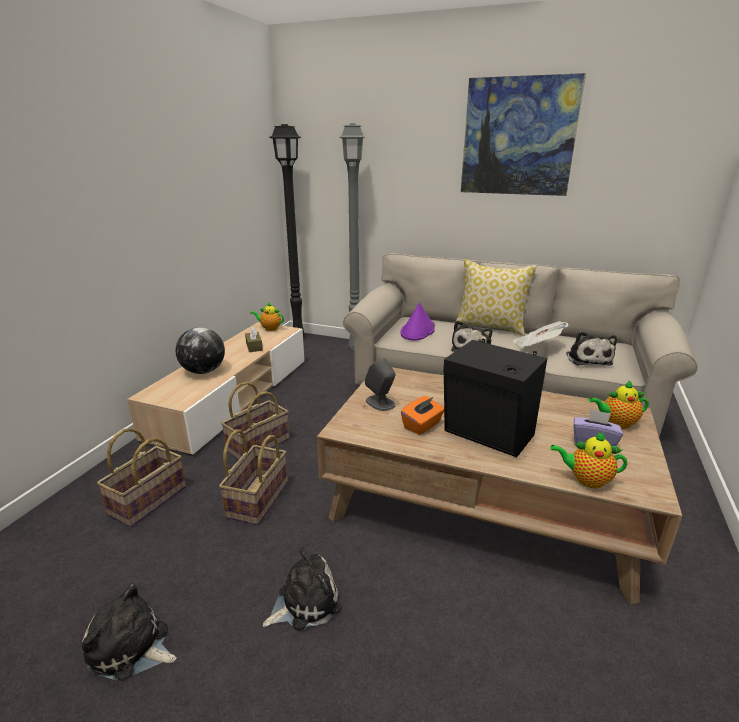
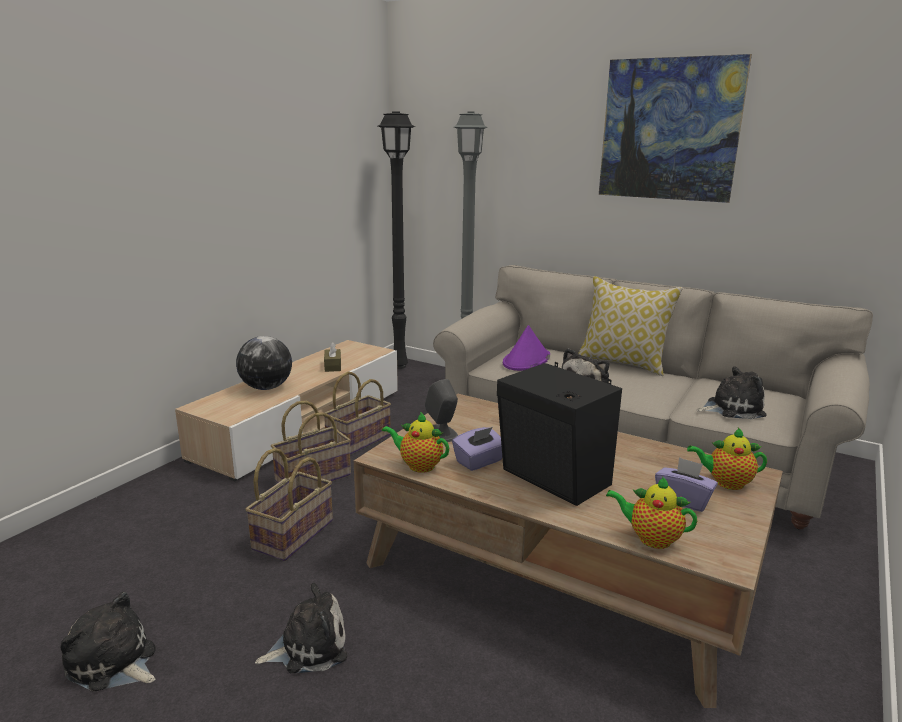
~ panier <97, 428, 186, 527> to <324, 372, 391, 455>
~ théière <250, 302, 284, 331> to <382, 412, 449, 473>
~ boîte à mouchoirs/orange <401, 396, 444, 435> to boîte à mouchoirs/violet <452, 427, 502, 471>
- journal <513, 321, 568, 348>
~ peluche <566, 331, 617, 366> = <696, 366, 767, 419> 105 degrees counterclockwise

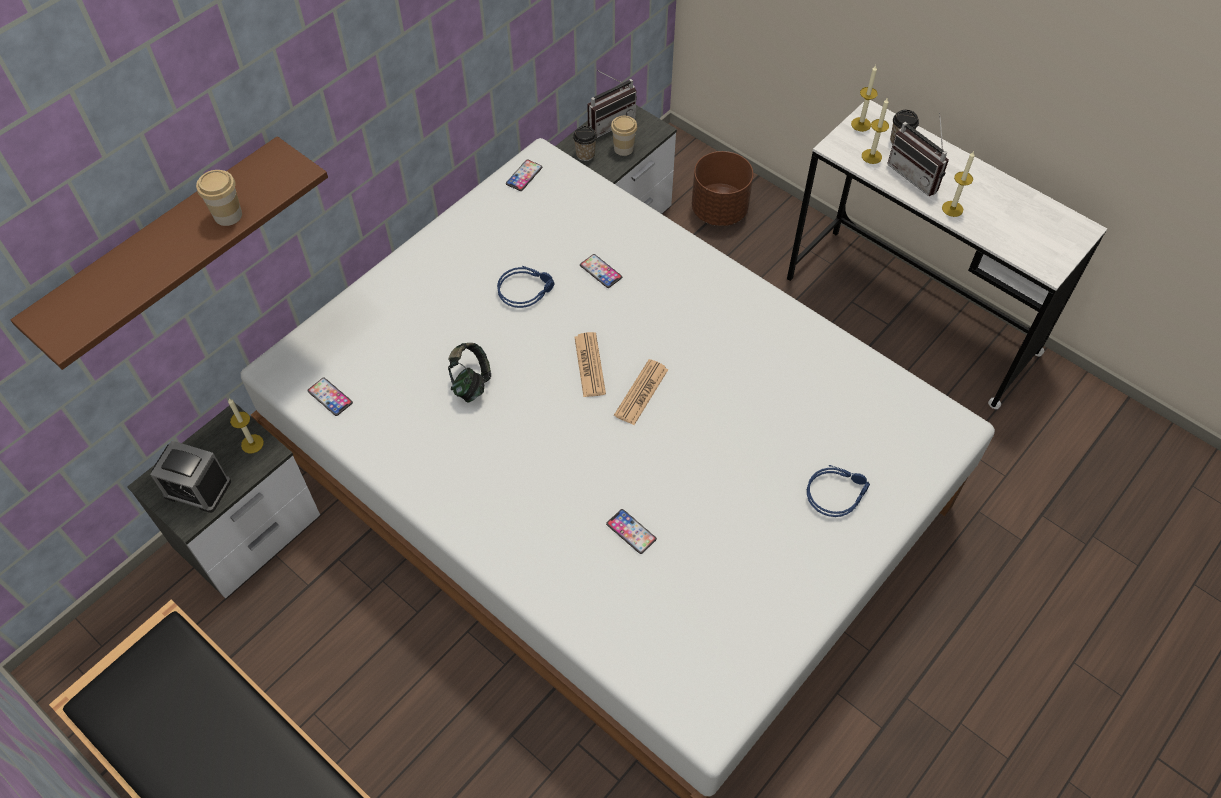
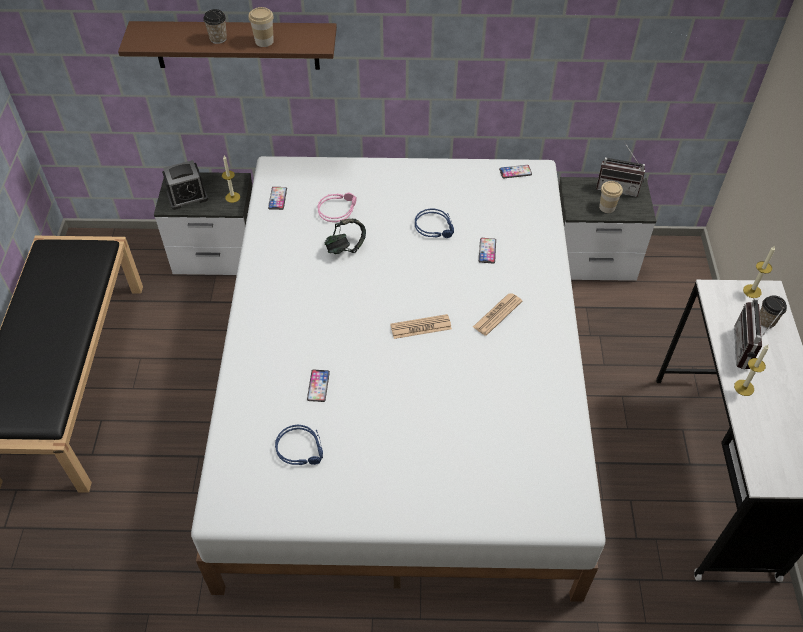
~ réveil <150, 441, 231, 513> = <162, 160, 208, 210> 90 degrees counterclockwise
~ tasse <573, 126, 597, 161> to <203, 9, 227, 44>
~ journal <574, 332, 606, 397> to <473, 293, 522, 336>
- cache-pot/marron <692, 151, 753, 226>
~ casque audio/bleu <807, 465, 870, 517> to <275, 425, 323, 465>
- bougie <862, 97, 889, 164>
+ casque audio/rose <318, 193, 357, 222>

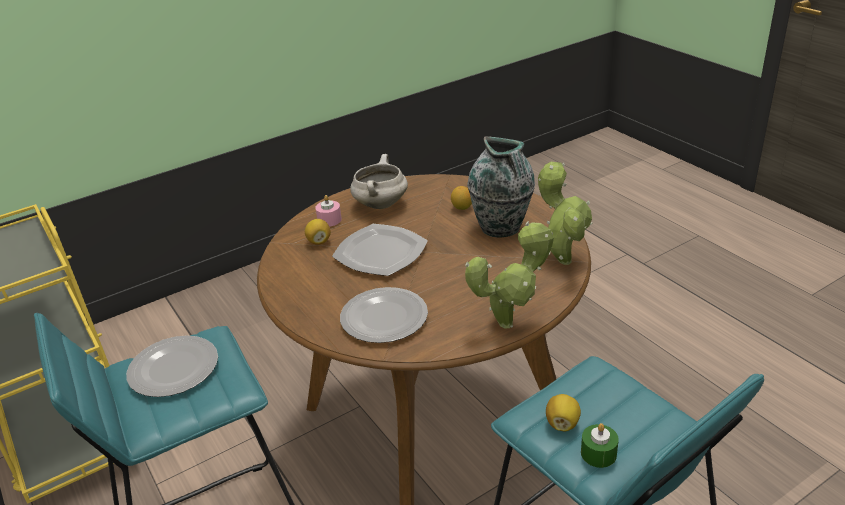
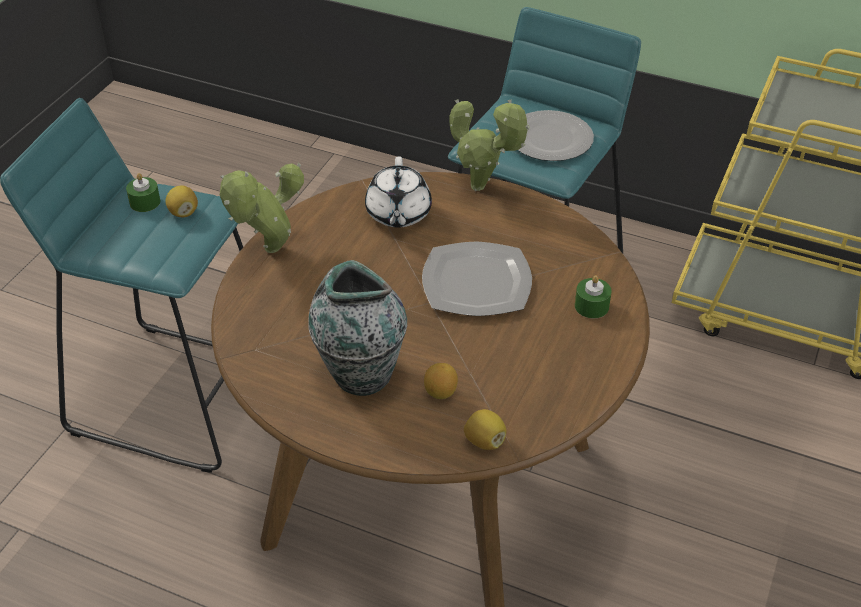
~ citron <305, 219, 331, 245> to <464, 409, 506, 450>
~ bougie/rose <315, 195, 342, 227> to bougie/vert <575, 275, 612, 318>
~ assiette <340, 287, 428, 343> to théière/blanc <365, 156, 432, 227>
- marmite/blanc <350, 154, 408, 209>
~ plante en pot <538, 162, 592, 265> to <450, 99, 530, 191>

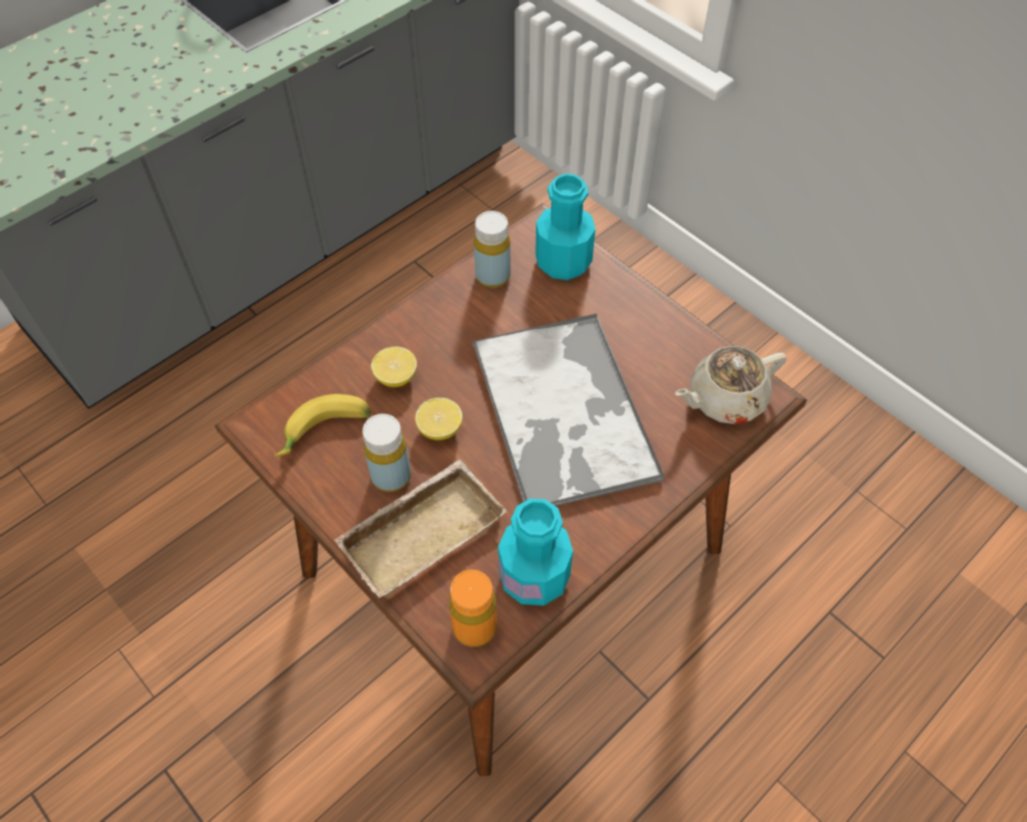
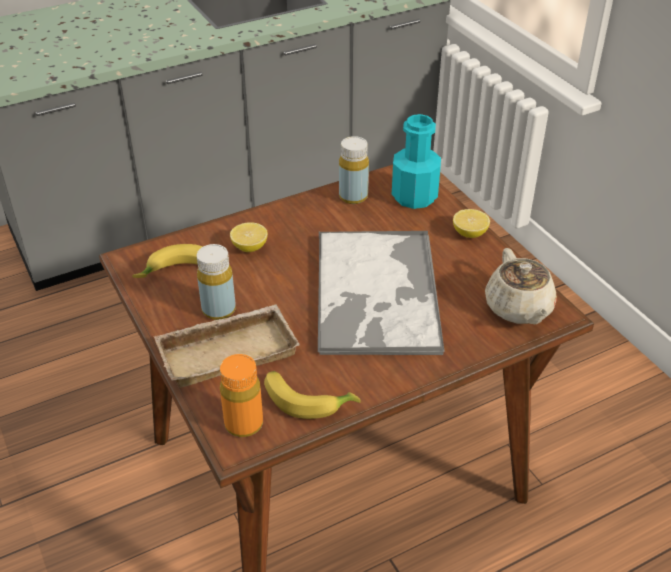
~ citron <415, 398, 462, 440> to <453, 209, 490, 238>
~ bouteille/turquoise <498, 499, 573, 606> to banane <264, 371, 361, 419>
~ théière/beige <675, 346, 787, 424> = <485, 248, 557, 324> 90 degrees counterclockwise

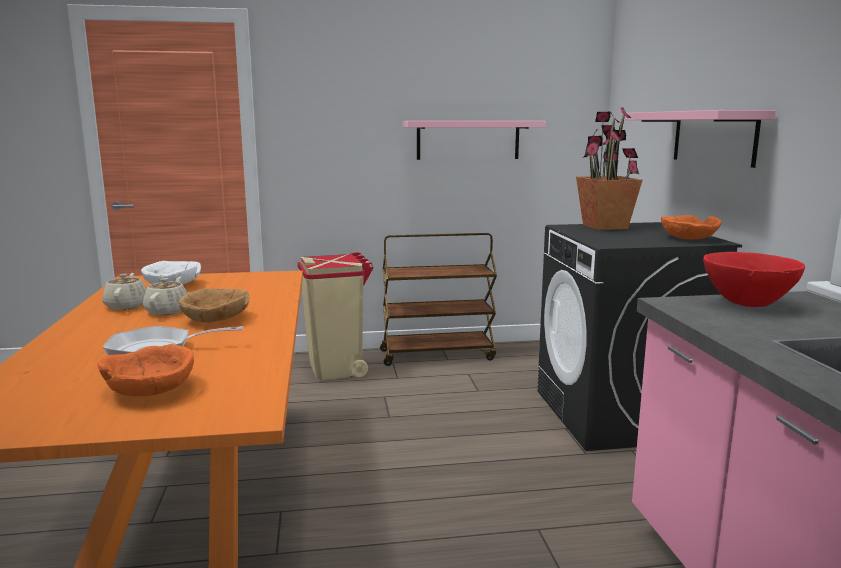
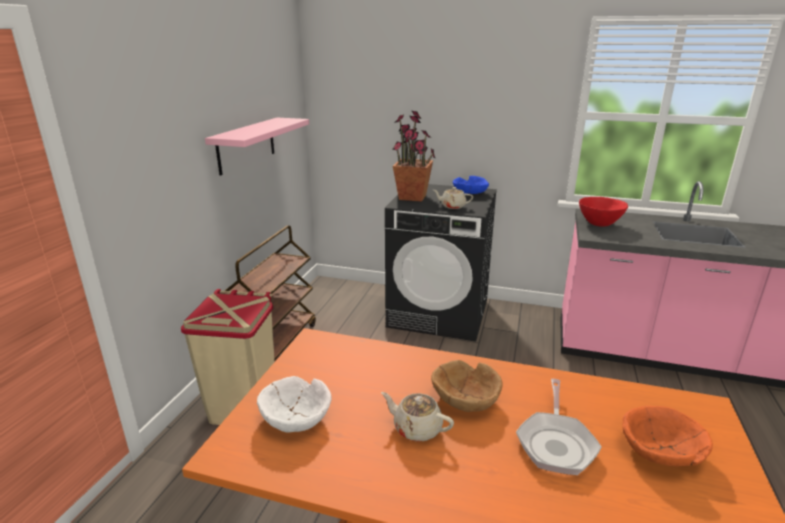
~ théière/beige <102, 273, 147, 310> to <433, 187, 473, 209>
- étagère/rose <625, 110, 776, 168>
~ bol/orange <661, 215, 722, 239> to bol/bleu <453, 176, 489, 194>

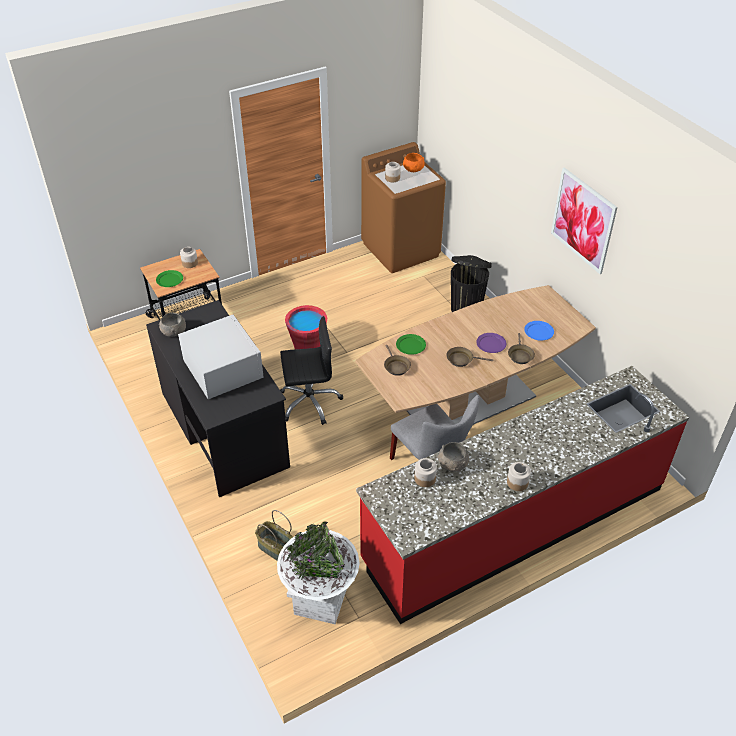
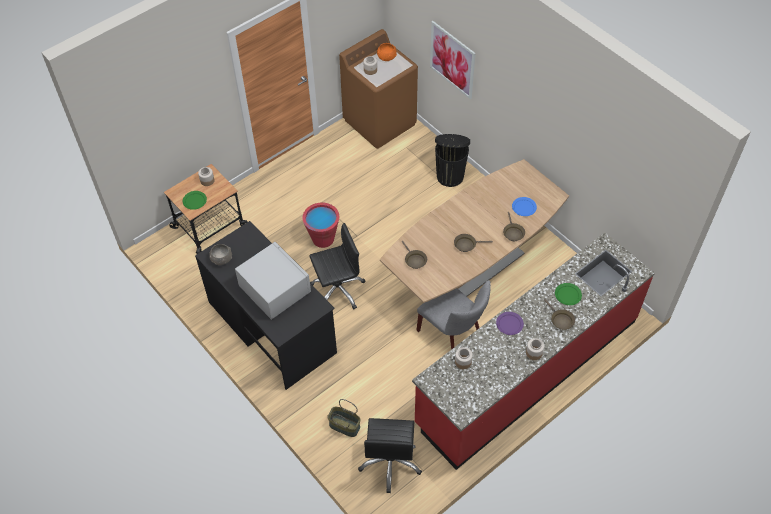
~ cache-pot/blanc <277, 521, 359, 624> to chaise de bureau/noir <358, 418, 422, 493>
~ assiette/vert <396, 334, 426, 355> to <555, 283, 582, 305>
- bol/gris <437, 442, 470, 472>
~ assiette/violet <476, 333, 506, 353> to <496, 312, 524, 335>
~ tableau <551, 167, 617, 274> to <430, 21, 476, 99>
+ poêle/marron <544, 299, 575, 330>

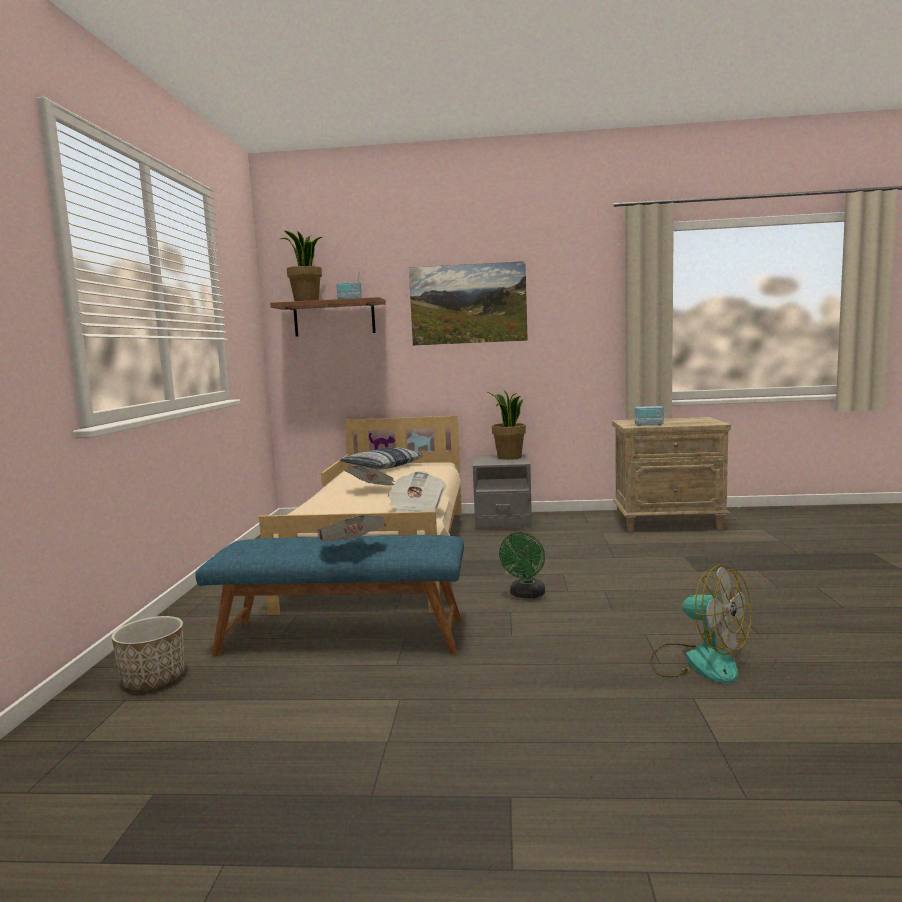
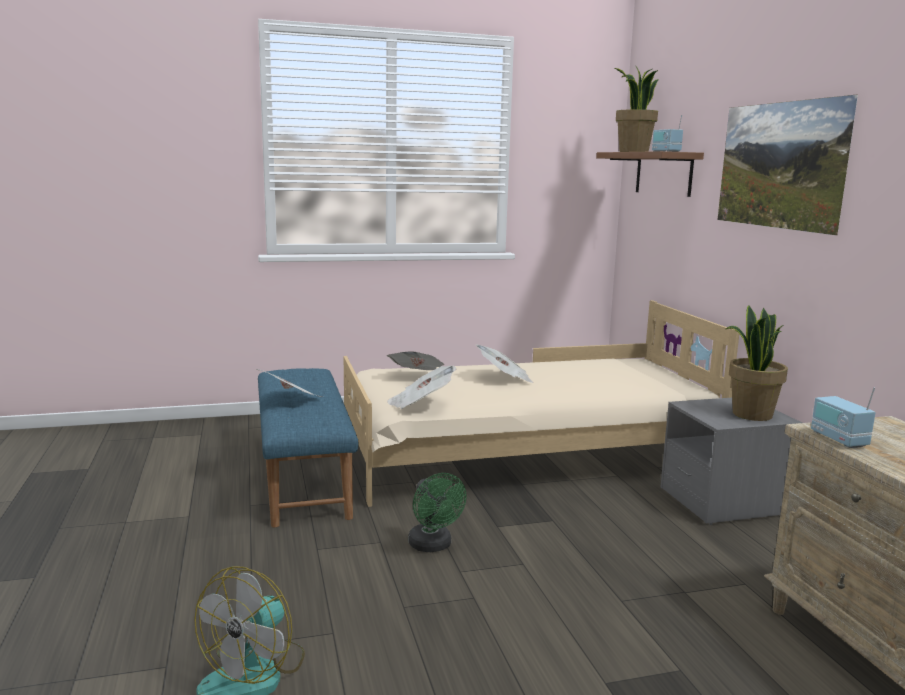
- cache-pot <111, 616, 185, 690>
- coussin <340, 447, 422, 470>
~ ventilateur/vert <499, 532, 545, 598> = <409, 473, 467, 552> 120 degrees counterclockwise
+ journal <387, 352, 444, 370>

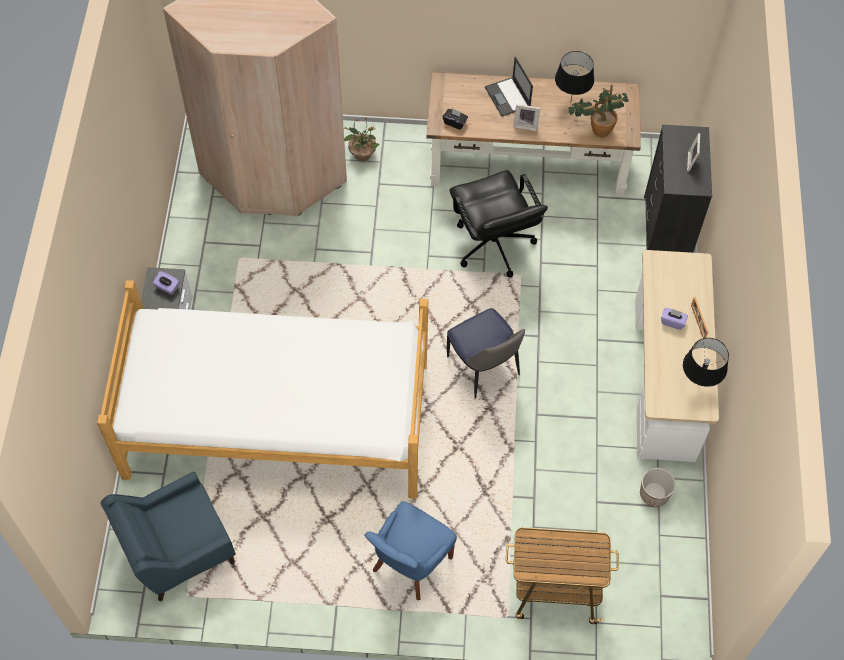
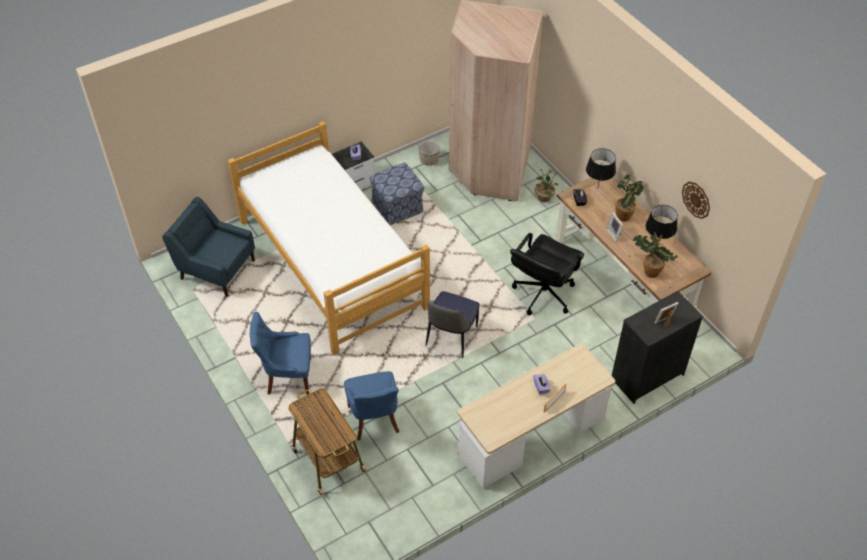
~ ordinateur portable <485, 56, 533, 117> to plante en pot <615, 174, 644, 221>
~ cache-pot <640, 468, 676, 507> to <419, 141, 440, 165>
~ lampe de table/noir <683, 338, 729, 387> to <586, 148, 616, 186>
+ chaise/bleu <344, 371, 399, 441>
+ pouf <369, 163, 424, 225>
+ horloge murale <682, 182, 710, 219>

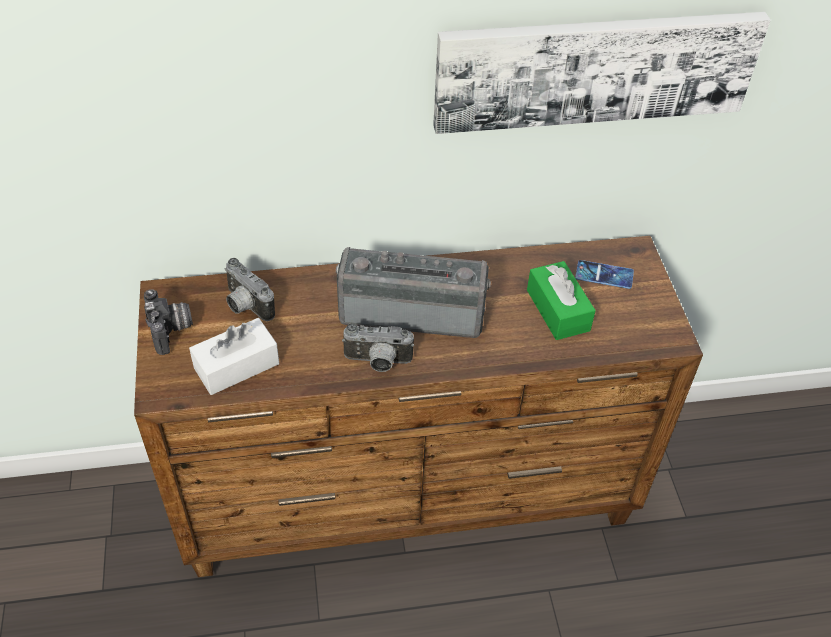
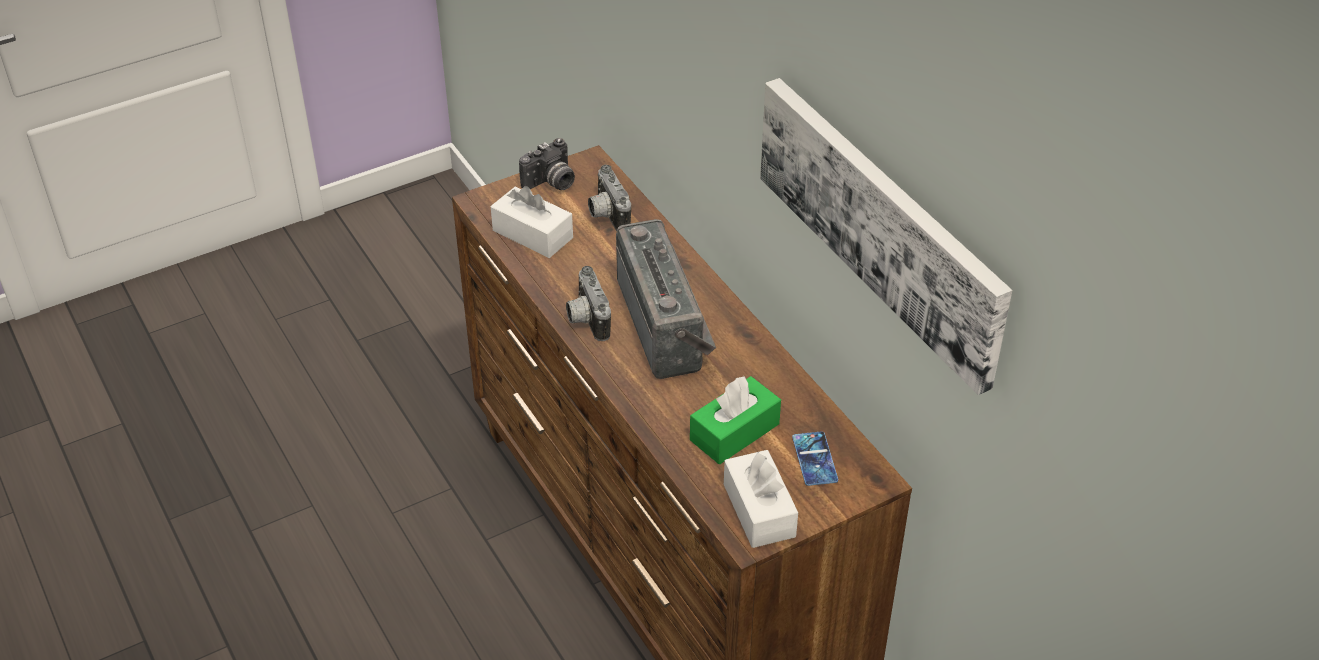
~ appareil photo <225, 258, 275, 321> = <588, 165, 631, 231> 45 degrees counterclockwise
+ boîte à mouchoirs/blanc <724, 450, 798, 548>

